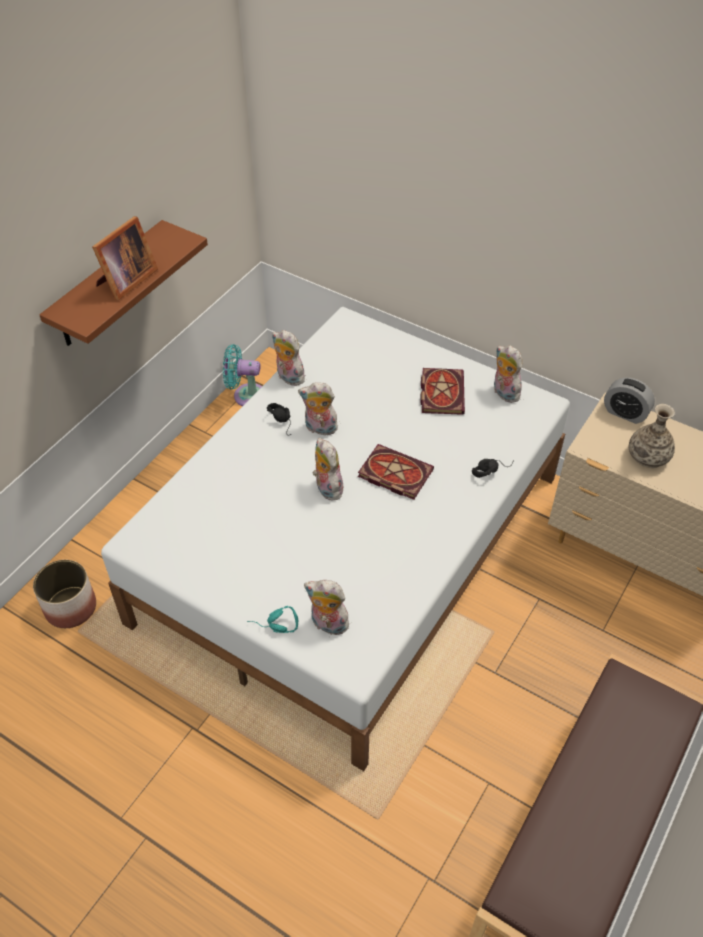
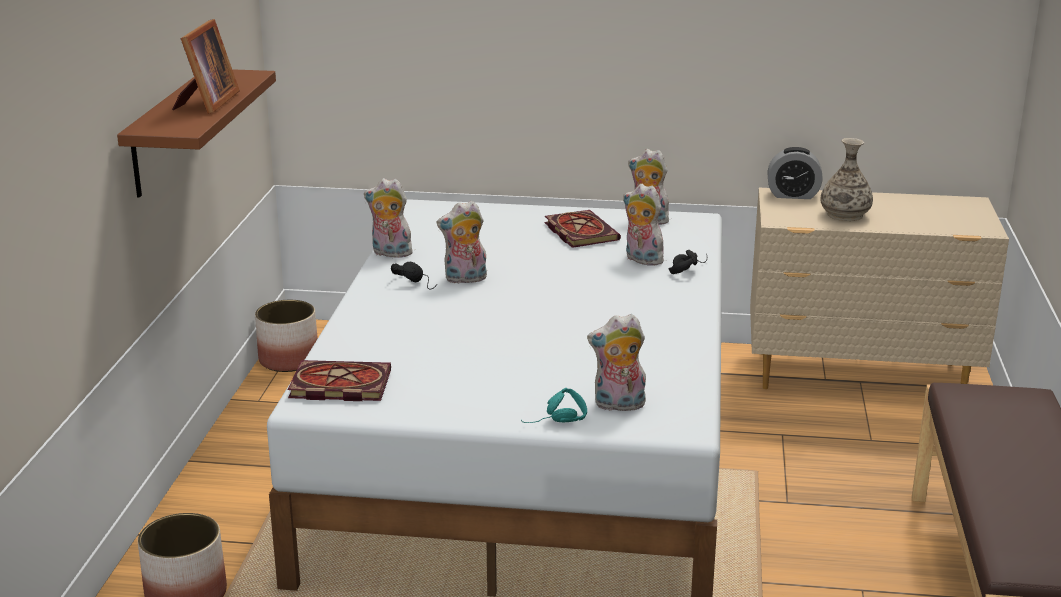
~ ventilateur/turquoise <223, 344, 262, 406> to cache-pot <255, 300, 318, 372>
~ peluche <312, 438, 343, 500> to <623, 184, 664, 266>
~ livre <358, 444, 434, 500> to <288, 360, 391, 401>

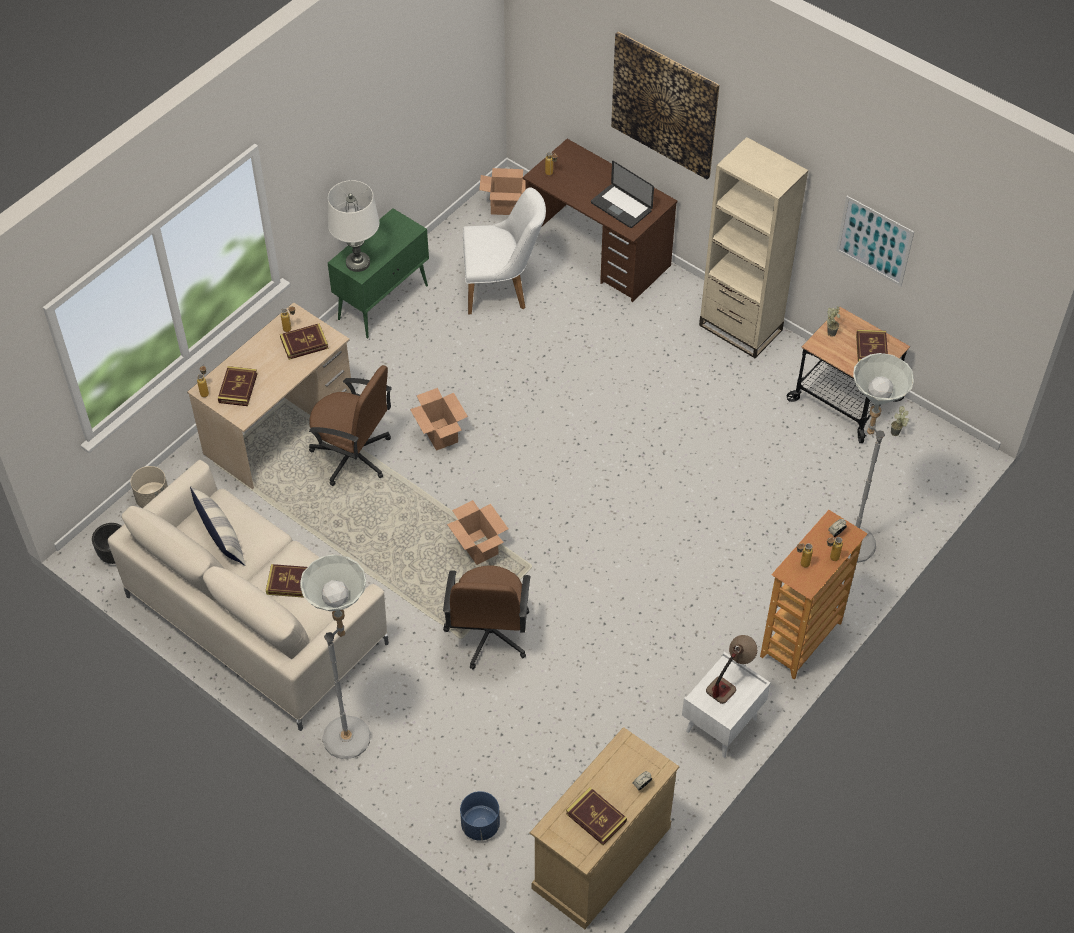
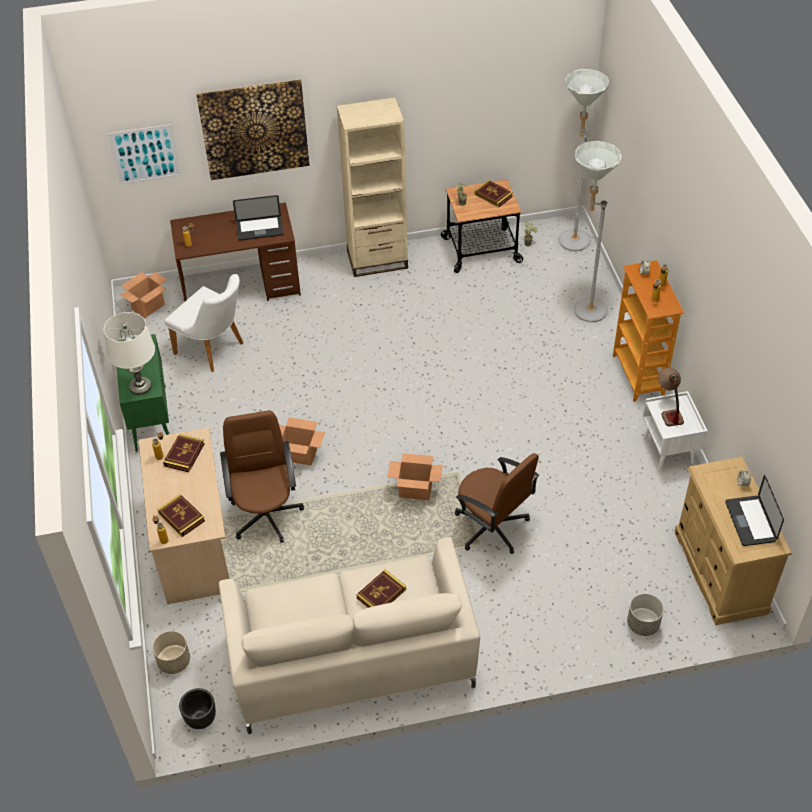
- coussin <190, 486, 246, 566>
~ lampadaire/gris <300, 554, 371, 759> to <559, 69, 609, 251>
~ chaise de bureau/marron <309, 365, 392, 486> = <220, 411, 304, 543> 75 degrees counterclockwise
~ cache-pot/bleu <460, 791, 500, 841> to cache-pot/gris <627, 594, 664, 636>
~ chaise/blanc <463, 187, 546, 314> = <164, 274, 243, 372> 90 degrees clockwise
~ livre <566, 787, 627, 845> to ordinateur portable <725, 475, 784, 546>
~ tableau <836, 196, 914, 286> to <108, 124, 182, 185>

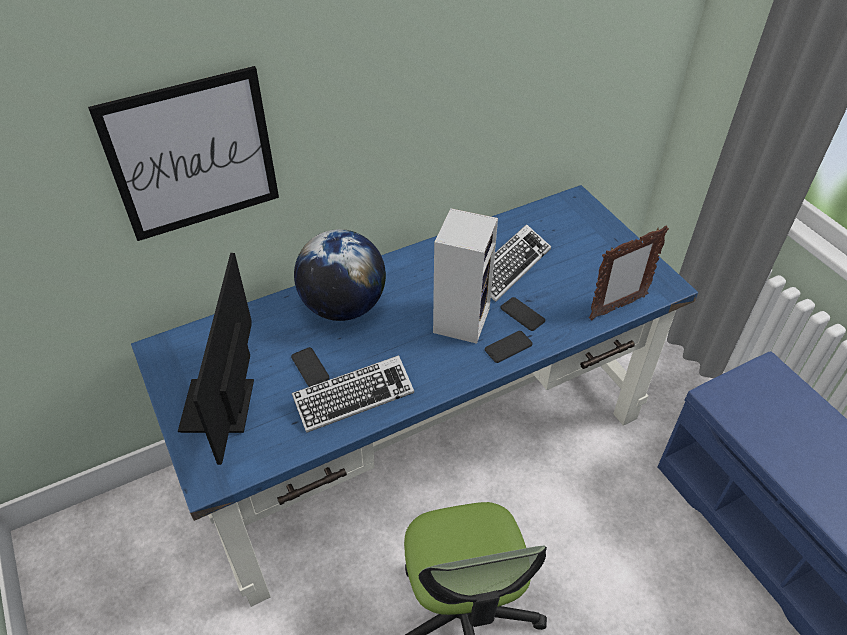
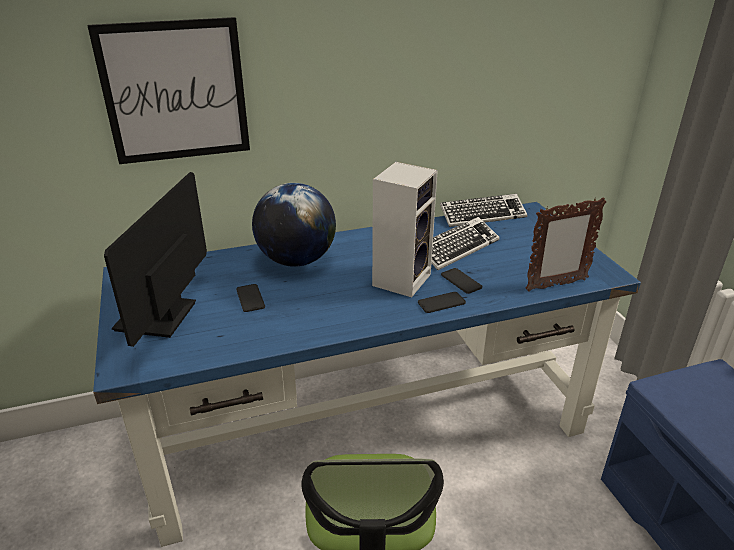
~ clavier <292, 355, 414, 433> to <440, 194, 528, 227>

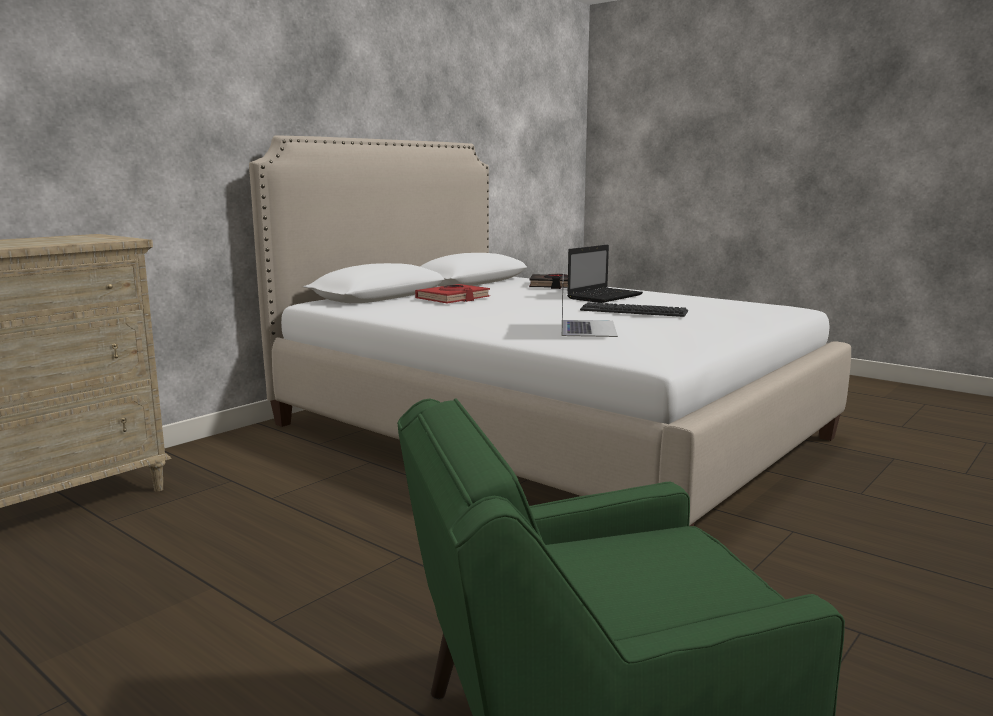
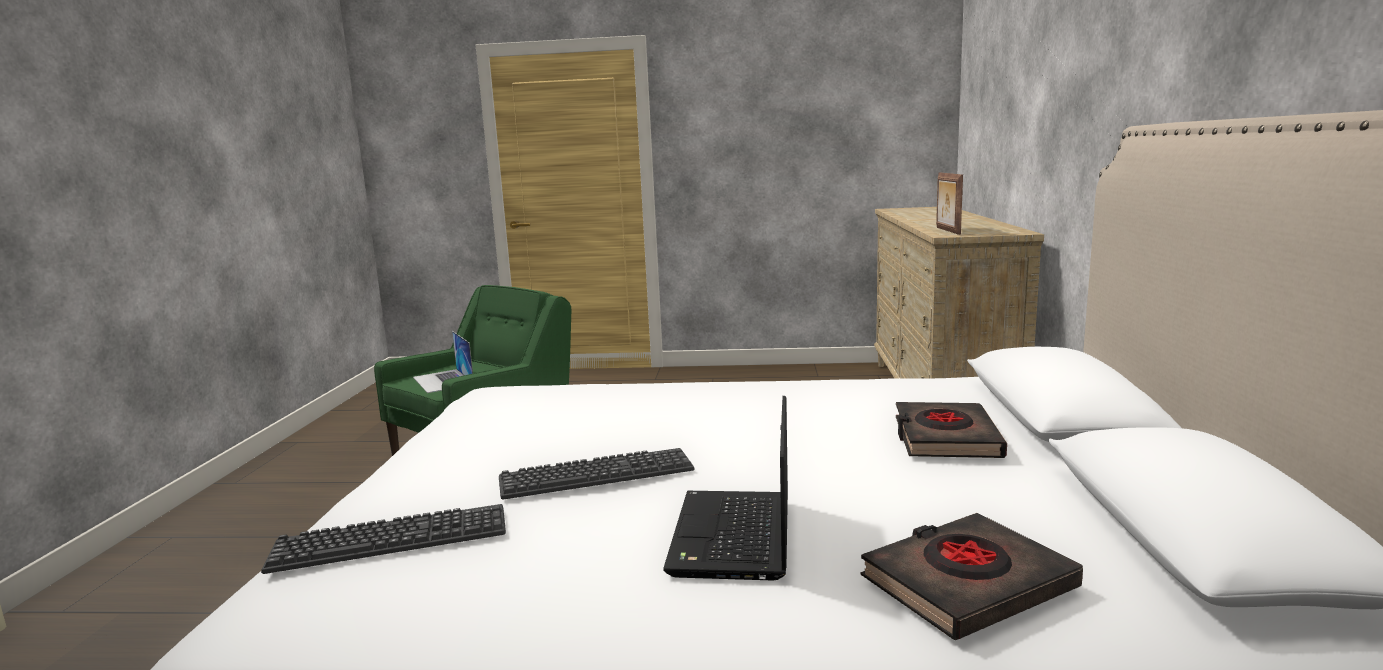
~ livre/rouge <415, 284, 490, 303> to livre/noir <896, 402, 1007, 458>
~ ordinateur portable <562, 273, 618, 337> to <413, 331, 473, 393>
+ clavier <261, 504, 506, 574>
+ cadre photo <936, 173, 963, 235>

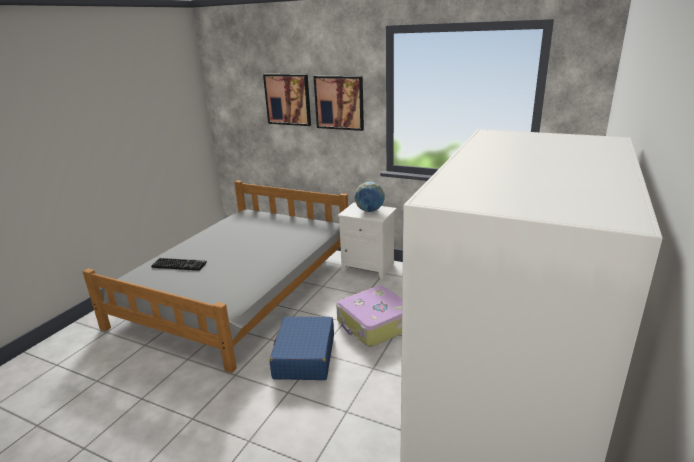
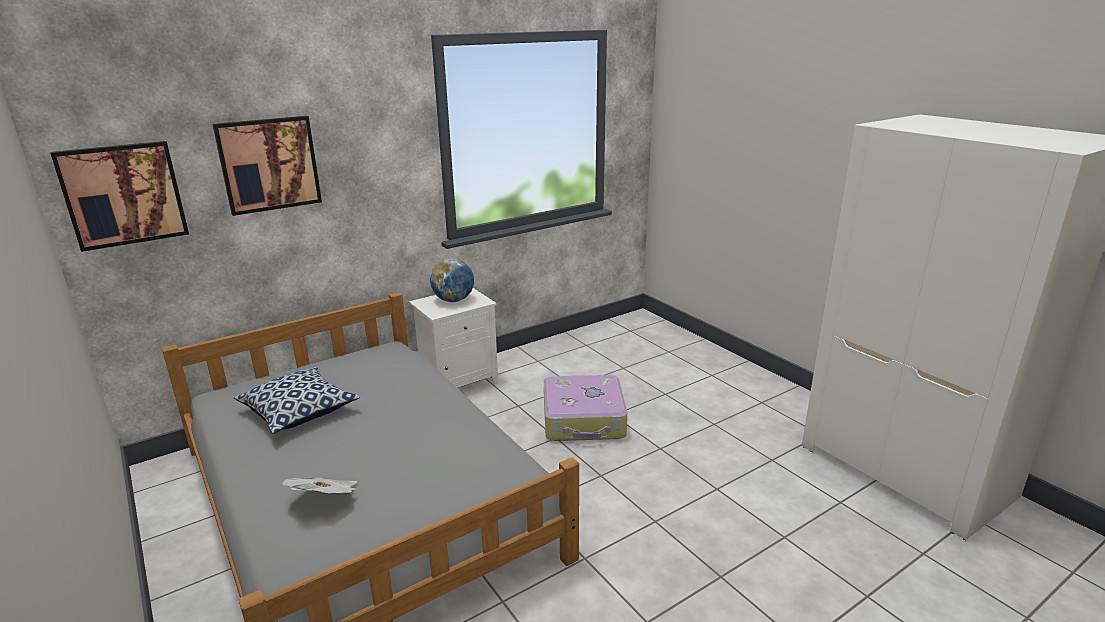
~ clavier <151, 258, 207, 271> to journal <282, 477, 358, 493>
- valise/bleu <270, 317, 334, 380>
~ tableau <314, 76, 364, 131> to <50, 141, 189, 252>
+ coussin <234, 367, 360, 434>

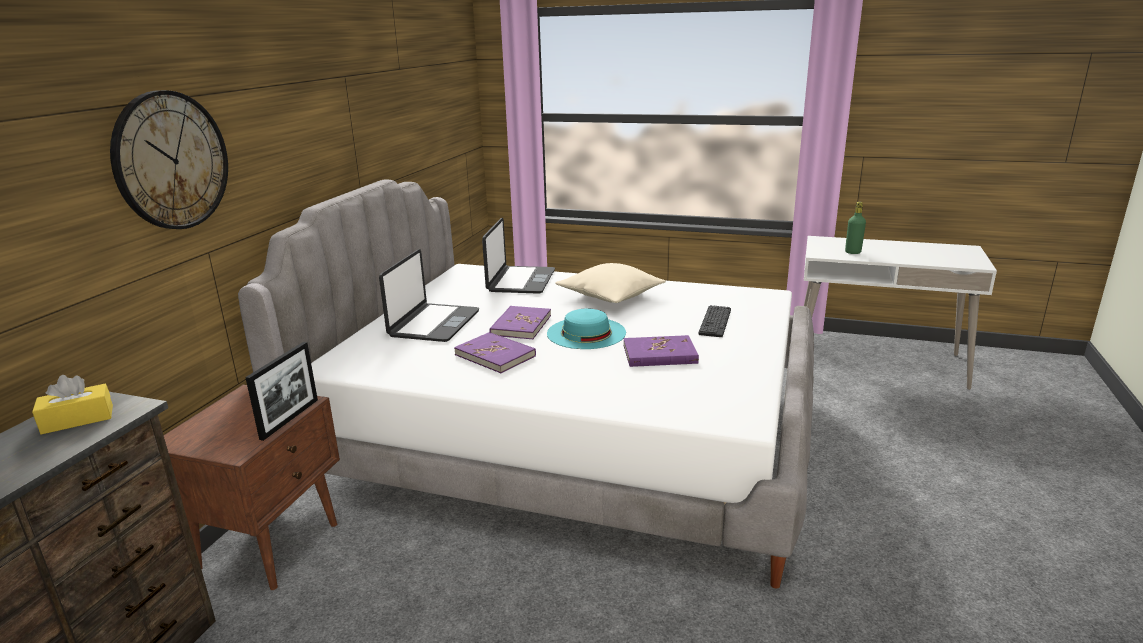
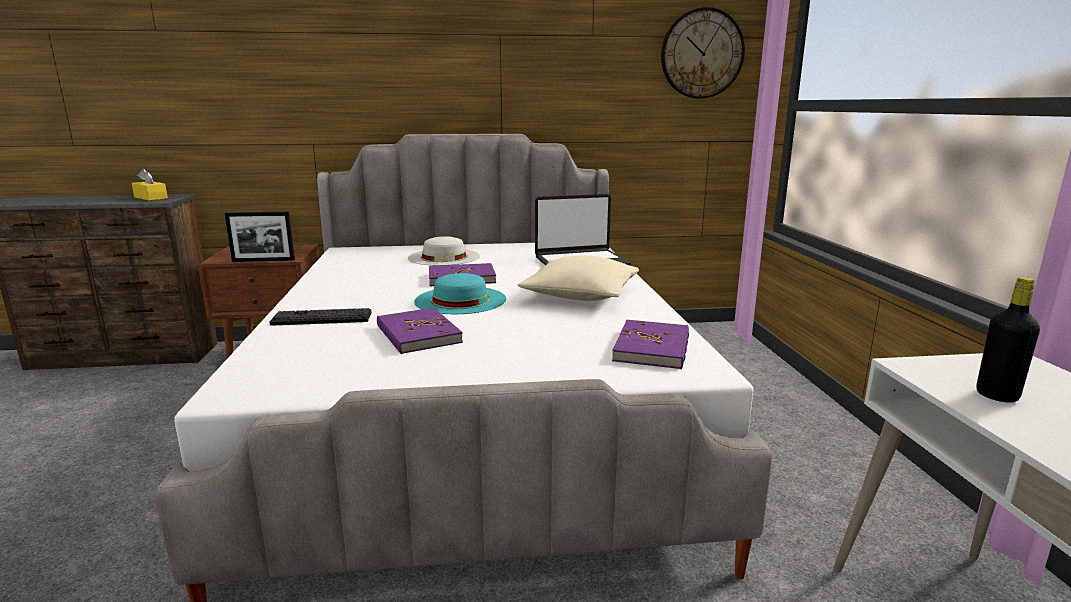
~ horloge murale <110, 90, 228, 229> to <661, 7, 745, 99>
~ ordinateur portable <379, 249, 479, 342> to chapeau/blanc <408, 236, 480, 266>
~ livre/violet <454, 332, 536, 373> to <612, 320, 689, 369>
~ clavier <699, 305, 731, 337> to <269, 308, 372, 326>
~ bouteille/vert <845, 202, 866, 254> to bouteille/noir <977, 277, 1040, 403>

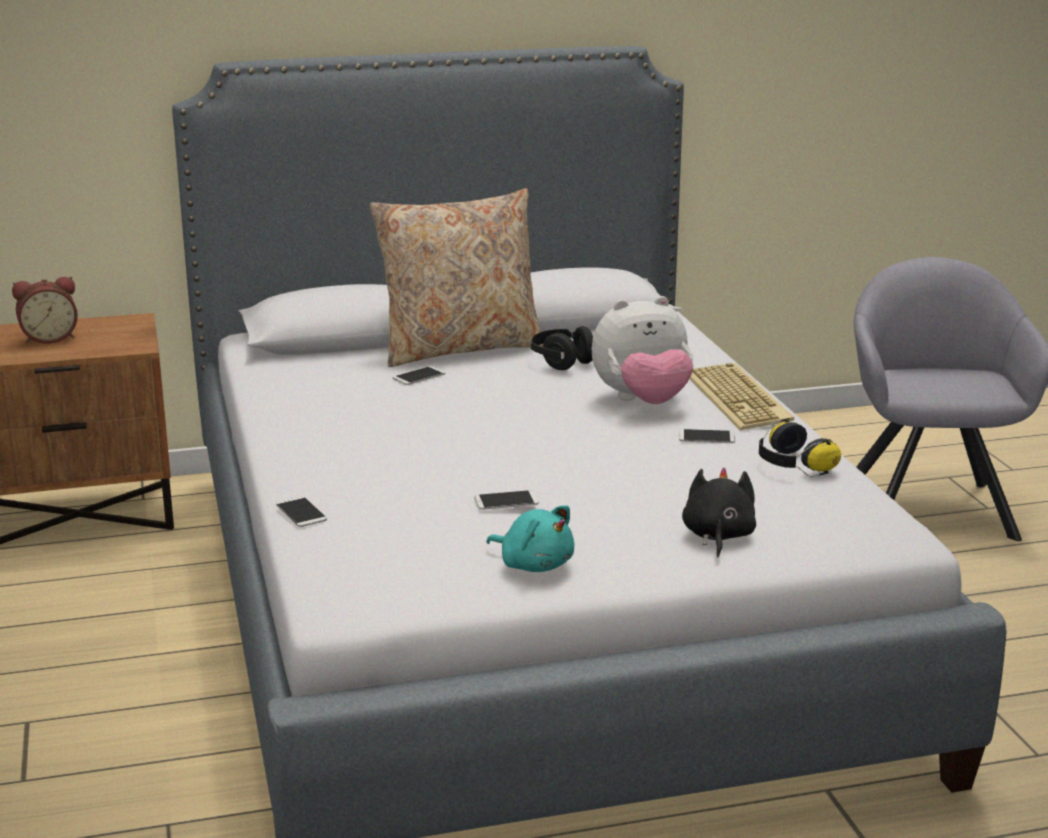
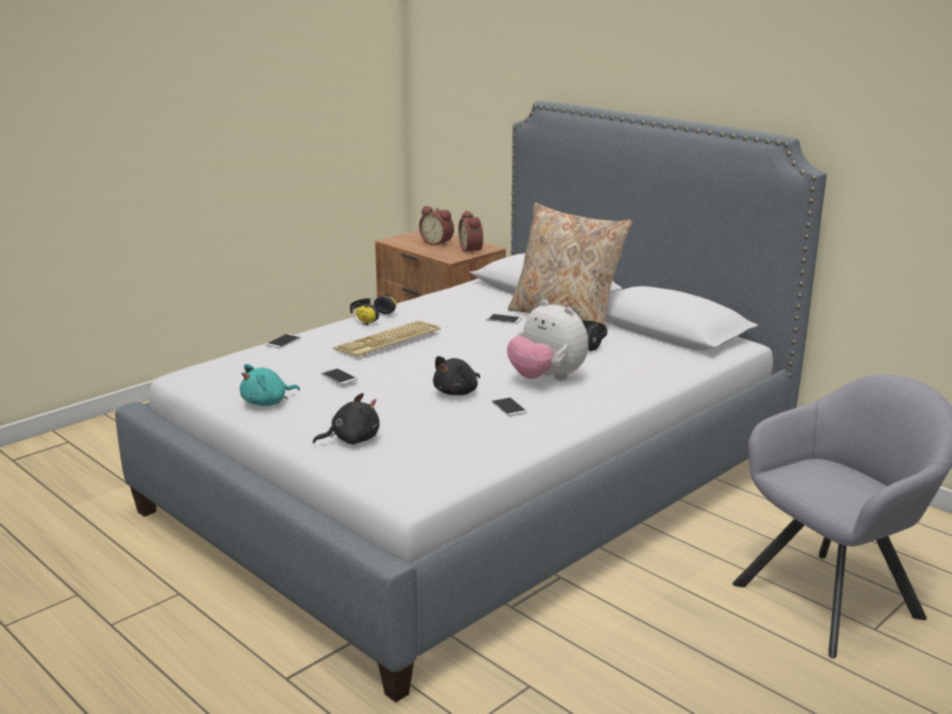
~ peluche/turquoise <486, 505, 575, 572> = <240, 364, 300, 406> 45 degrees clockwise
~ clavier <690, 363, 794, 430> to <333, 321, 440, 357>
~ casque audio <759, 418, 841, 477> to <350, 293, 396, 325>
+ peluche/noir <433, 356, 480, 395>
+ réveil <458, 211, 483, 254>

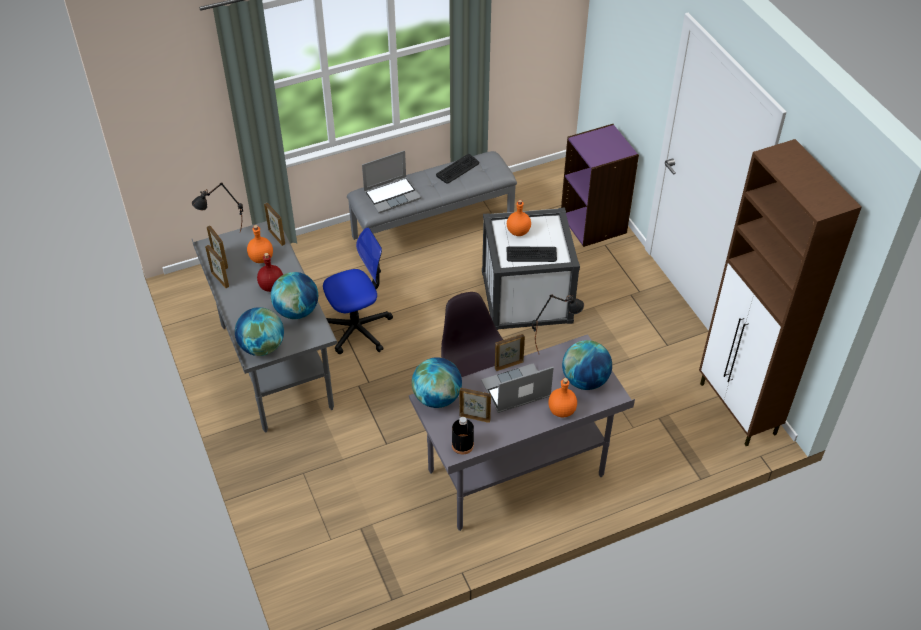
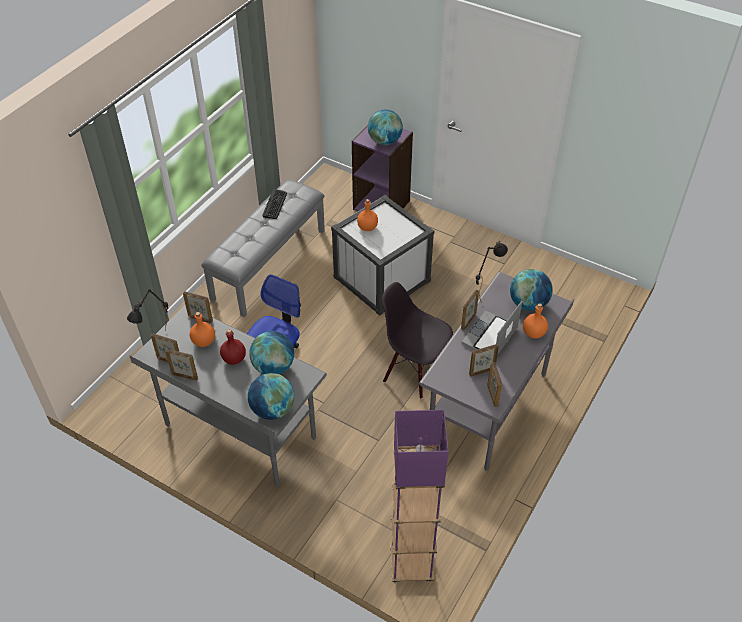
- ordinateur portable <362, 150, 421, 213>
~ globe <412, 357, 462, 408> to <368, 110, 403, 145>
~ bouteille/noir <452, 417, 474, 455> to cadre photo <487, 362, 503, 407>
- clavier <507, 246, 557, 262>
- meuble de rangement/marron <699, 139, 862, 446>
+ lampadaire/violet <390, 410, 449, 583>

